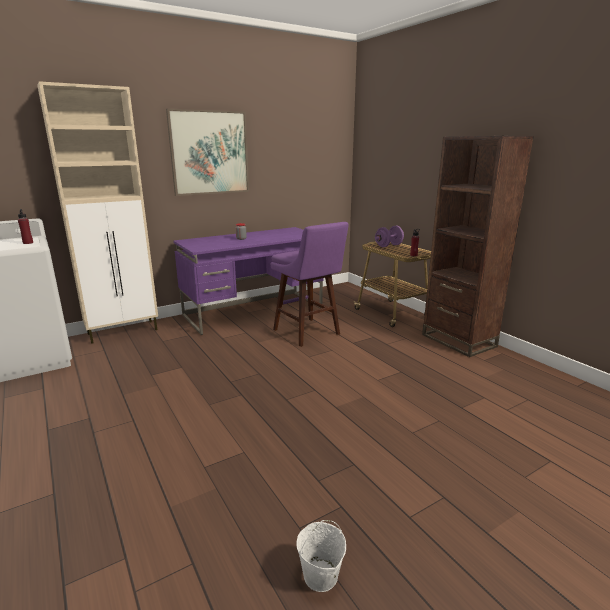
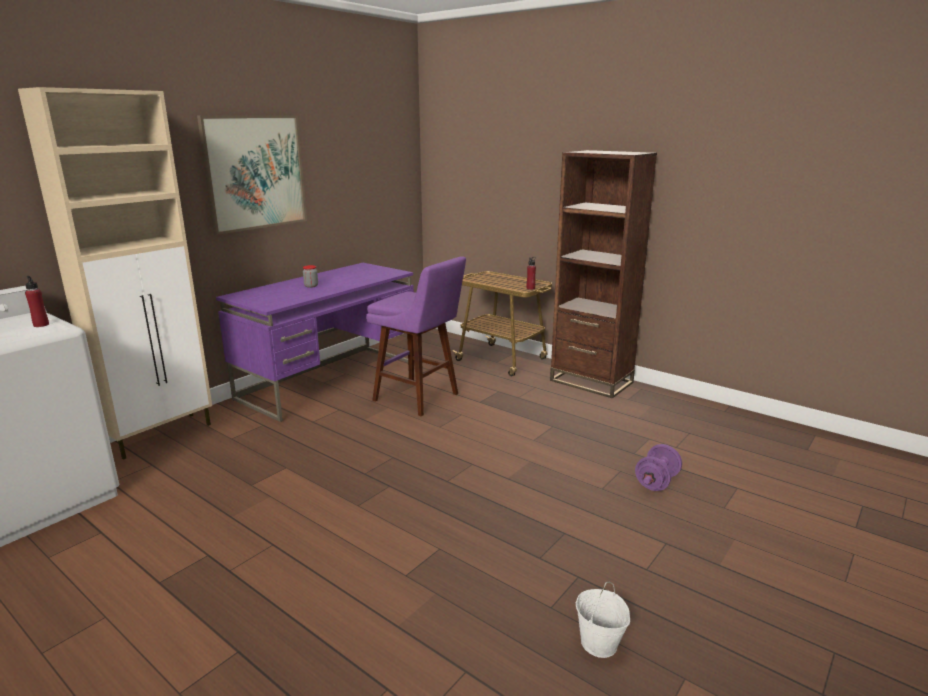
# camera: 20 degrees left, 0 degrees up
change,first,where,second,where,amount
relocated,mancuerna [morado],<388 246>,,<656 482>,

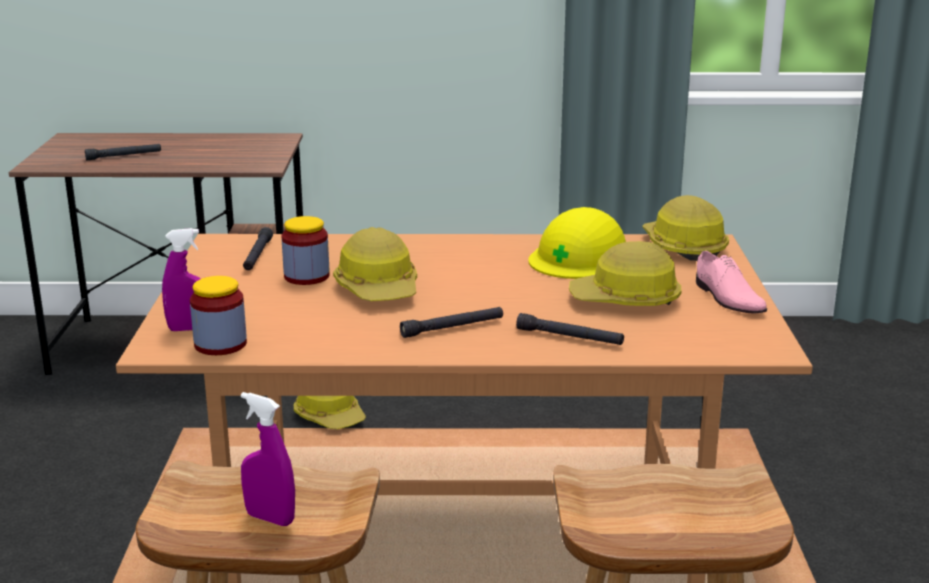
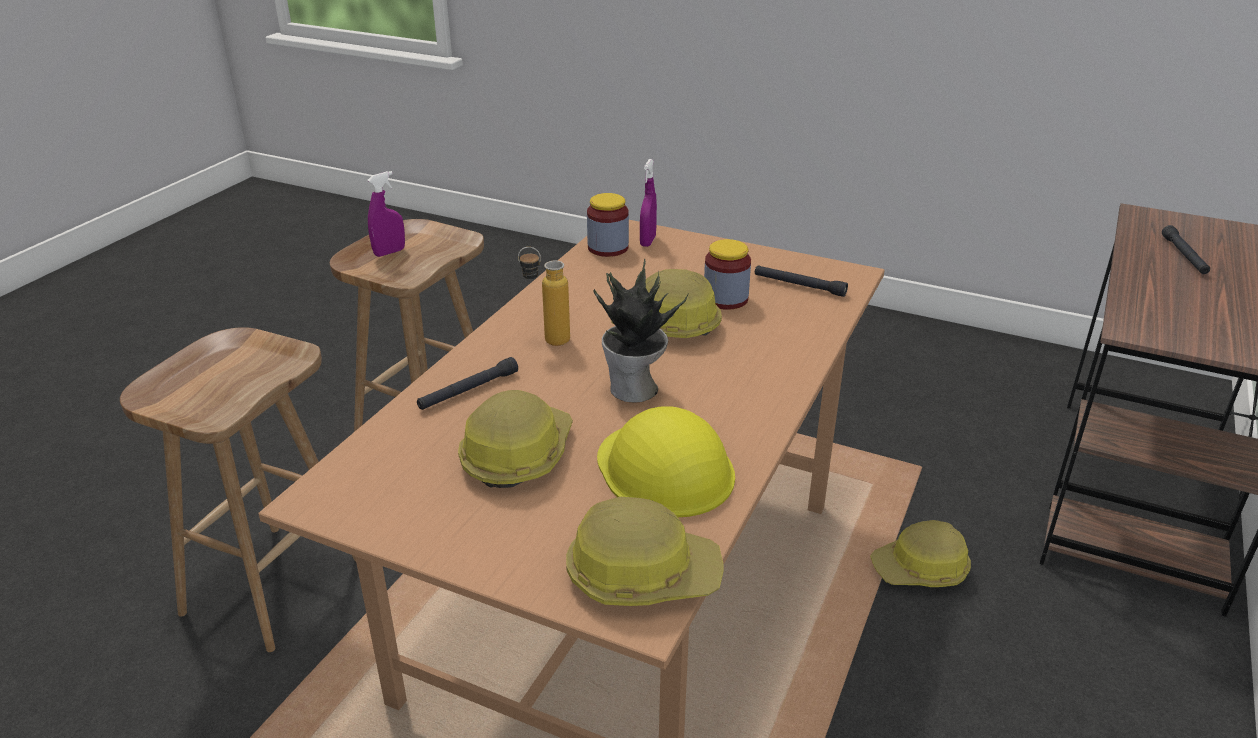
# camera: 115 degrees right, 10 degrees up
change,first,where,second,where,amount
exchanged,linterna [negro],<452 328>,botella,<546 340>,
missing,zapato [rosa],<727 298>,,,
appeared,,,planta en maceta,<634 390>,

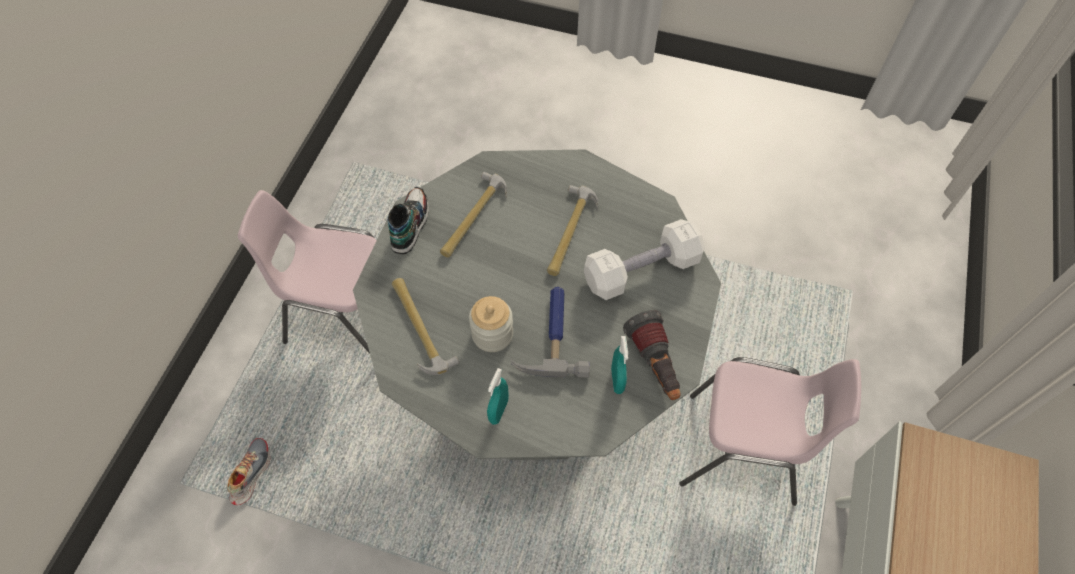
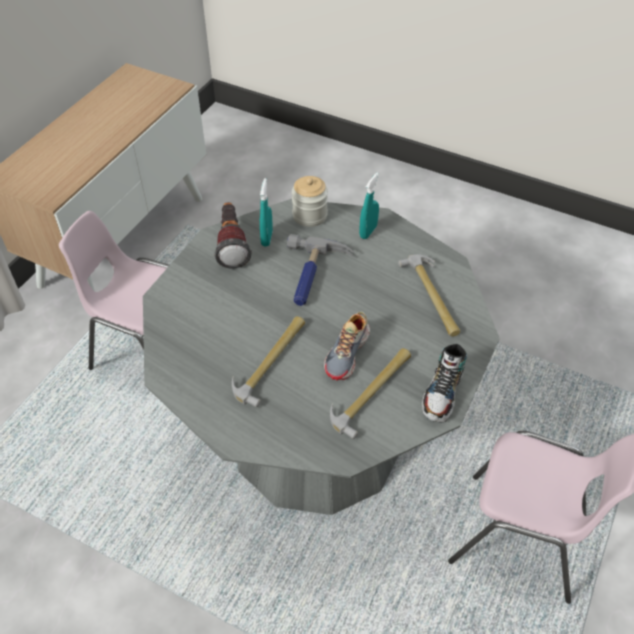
# camera: 170 degrees left, 10 degrees down
change,first,where,second,where,amount
relocated,zapato,<250 473>,,<348 353>,
relocated,tarro,<492 334>,,<310 215>,
missing,mancuerna [blanco],<641 270>,,,

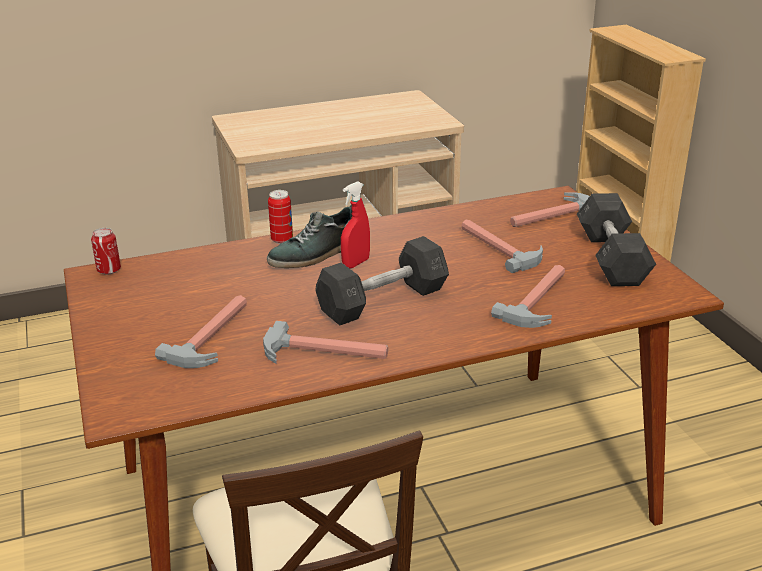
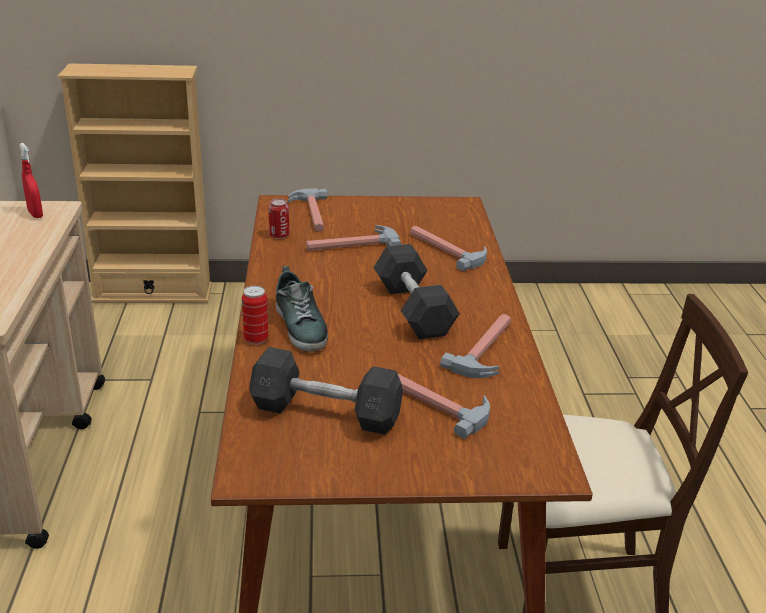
# camera: 75 degrees left, 0 degrees up
change,first,where,second,where,amount
relocated,lata,<109 270>,,<279 235>,
relocated,pulverizador [rojo],<356 263>,,<35 214>,
relocated,mancuerna [gris],<611 258>,,<326 412>,

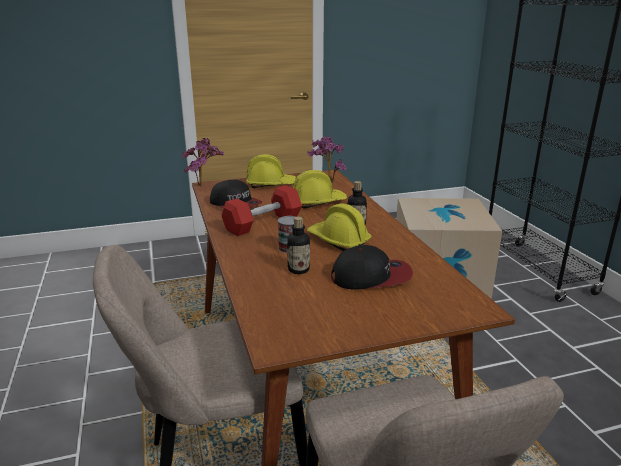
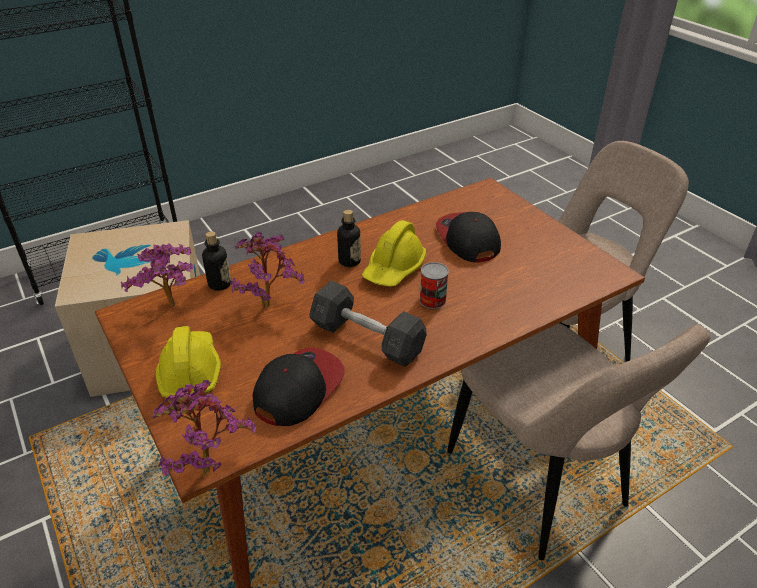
# camera: 105 degrees left, 15 degrees up
change,first,where,second,where,amount
colour,mancuerna [rojo],<263 223>,mancuerna [gris],<367 338>,
relocated,botella,<298 270>,,<220 284>,
exchanged,casco [amarillo],<318 202>,planta en maceta,<269 303>,

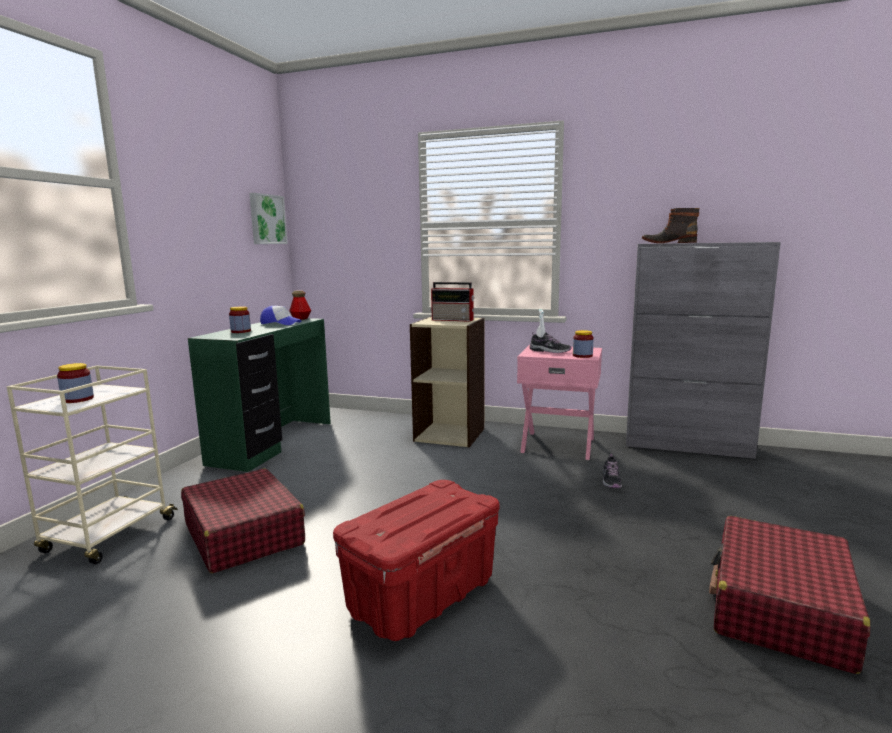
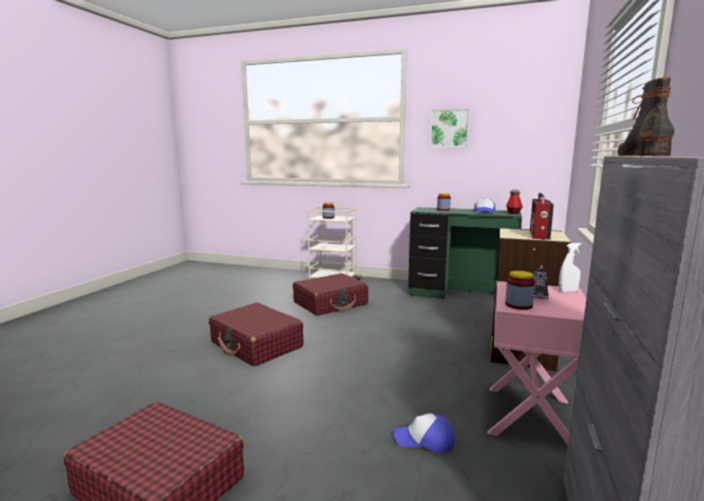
# camera: 90 degrees right, 0 degrees up
change,first,where,second,where,amount
relocated,cuadro,<266 219>,,<449 128>,
exchanged,caja de almacenaje [rojo],<422 595>,maleta [rojo],<256 345>,
exchanged,zapato,<611 480>,gorra,<424 440>,

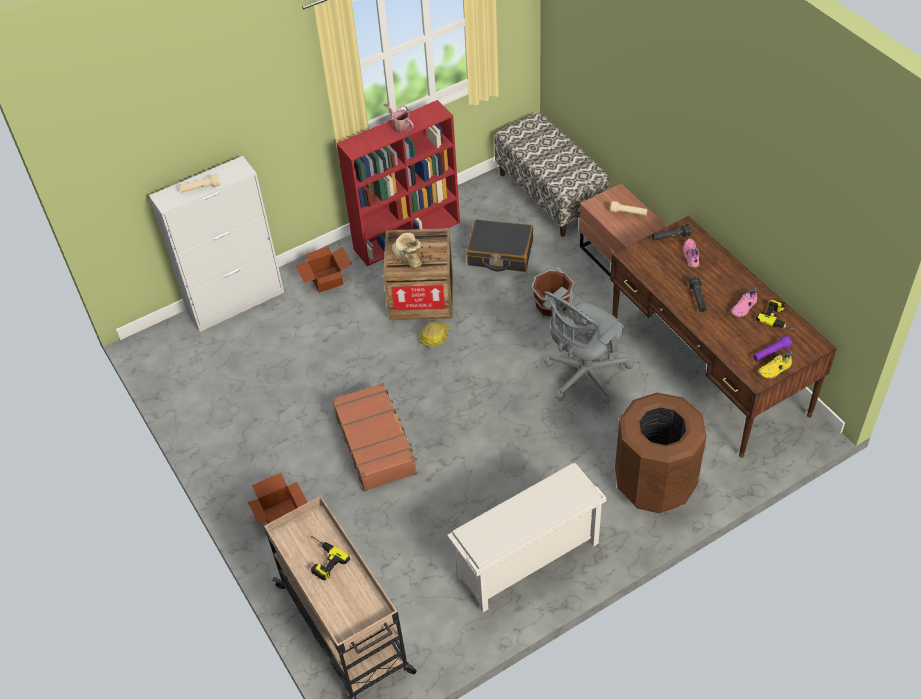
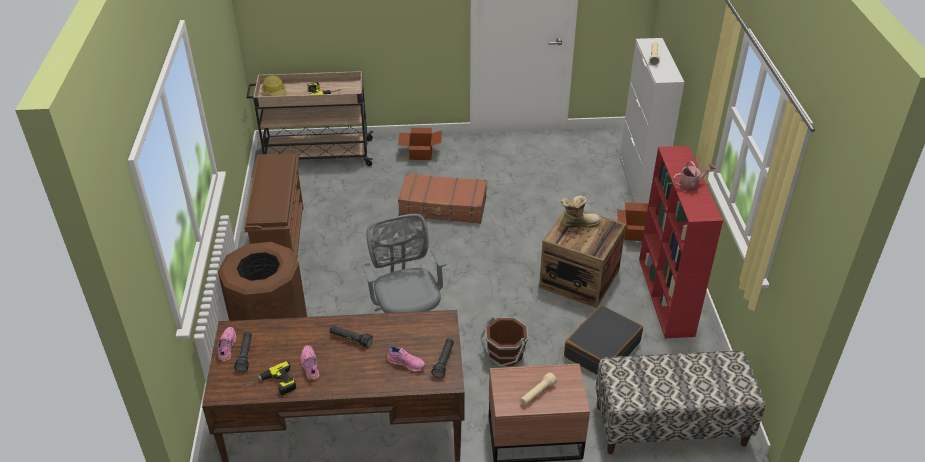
# camera: 115 degrees right, 10 degrees down
change,first,where,second,where,amount
relocated,casco,<434 336>,,<275 92>,
colour,zapatero [blanco],<527 561>,zapatero [marrón],<280 240>,
colour,linterna [morado],<770 353>,linterna [negro],<245 355>,
colour,zapato [amarillo],<775 370>,zapato [rosa],<226 347>,

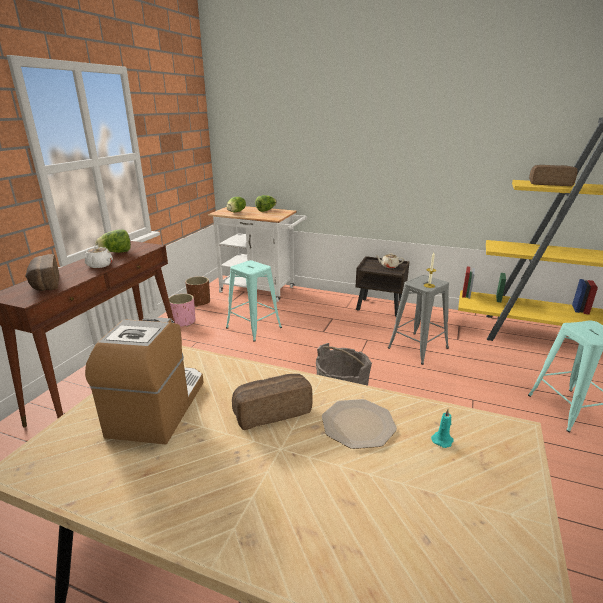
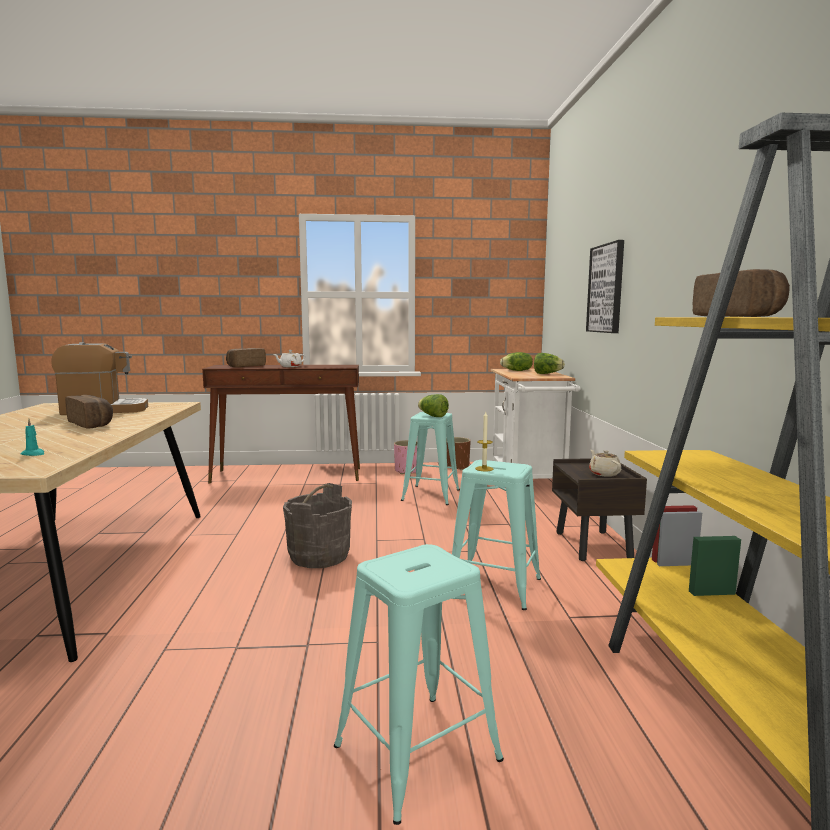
# camera: 65 degrees right, 15 degrees down
change,first,where,second,where,amount
relocated,lechuga,<116 252>,,<432 416>,
missing,plato,<358 425>,,,
colour,taburete [gris],<418 348>,taburete [turquesa],<494 586>,
appeared,,,cuadro,<606 288>,

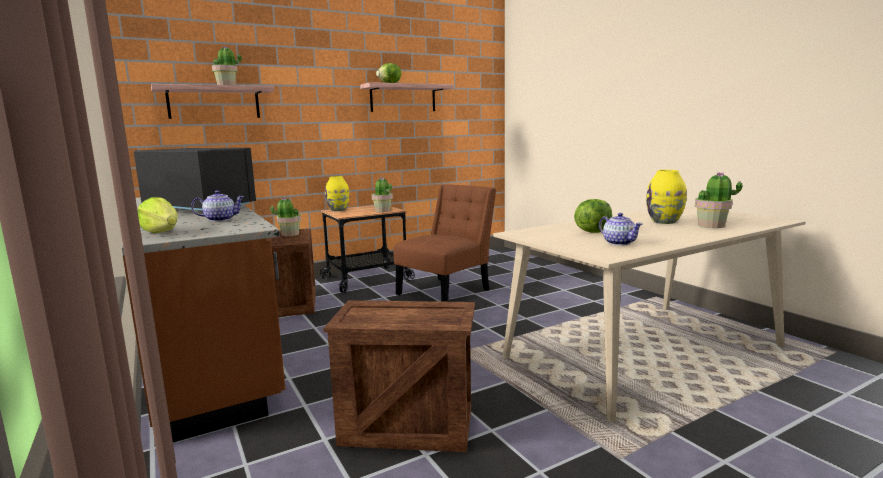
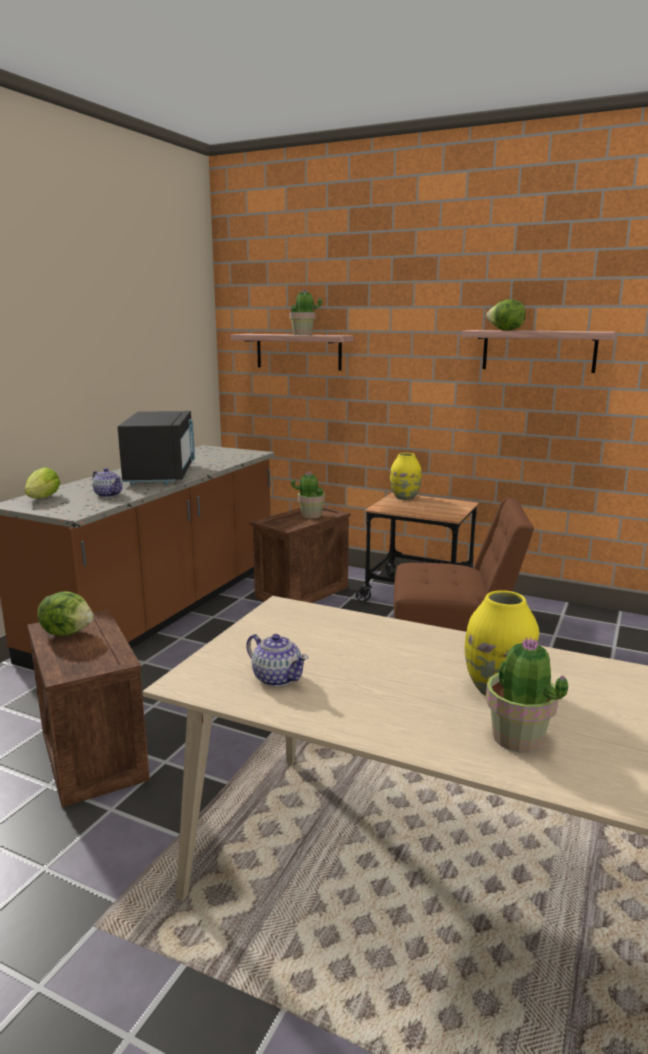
# camera: 55 degrees right, 5 degrees up
change,first,where,second,where,amount
missing,planta en maceta,<382 211>,,,
relocated,lechuga,<592 232>,,<68 632>,
spun,tetera,<619 243>,,<277 678>,75 degrees counterclockwise

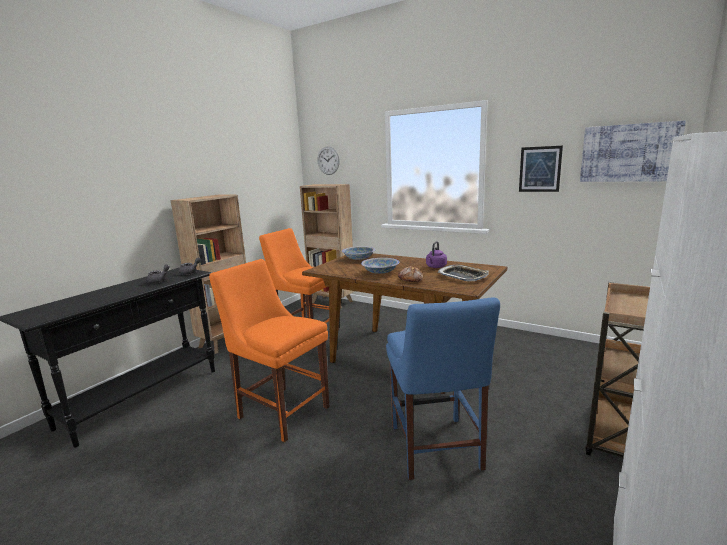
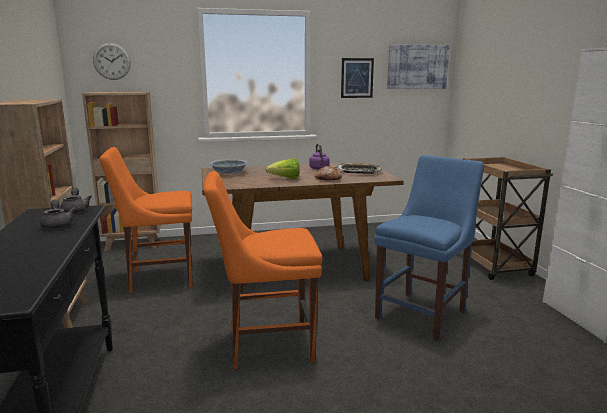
# camera: 45 degrees left, 0 degrees up
change,first,where,second,where,amount
exchanged,cuenco,<380 272>,lechuga,<285 179>,
spun,silla [azul],<436 450>,,<423 313>,90 degrees counterclockwise

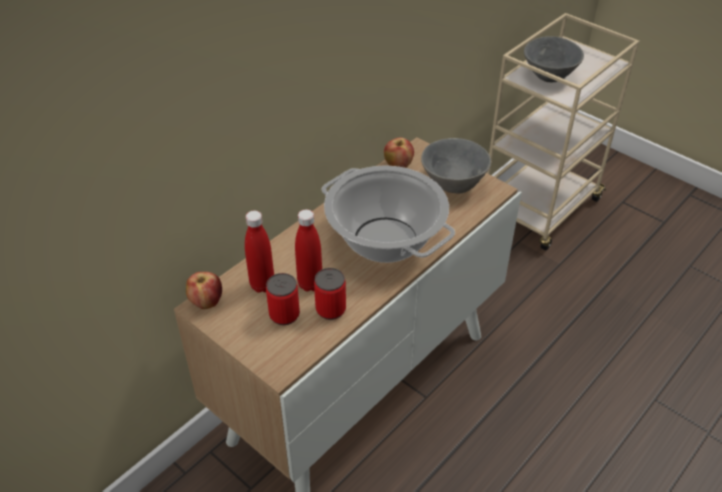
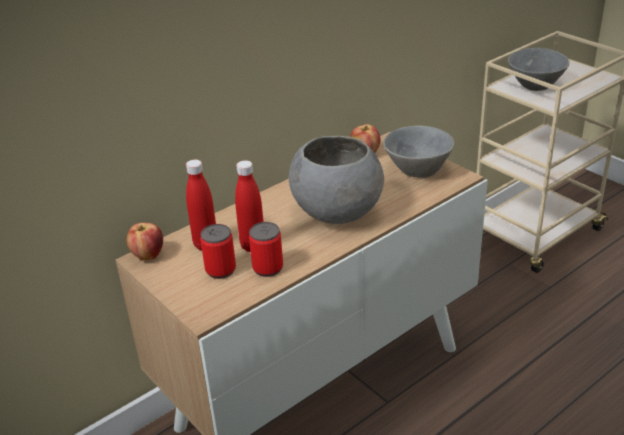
# camera: 10 degrees right, 10 degrees down
change,first,where,second,where,amount
exchanged,olla,<384 240>,cuenco [gris],<336 213>,

